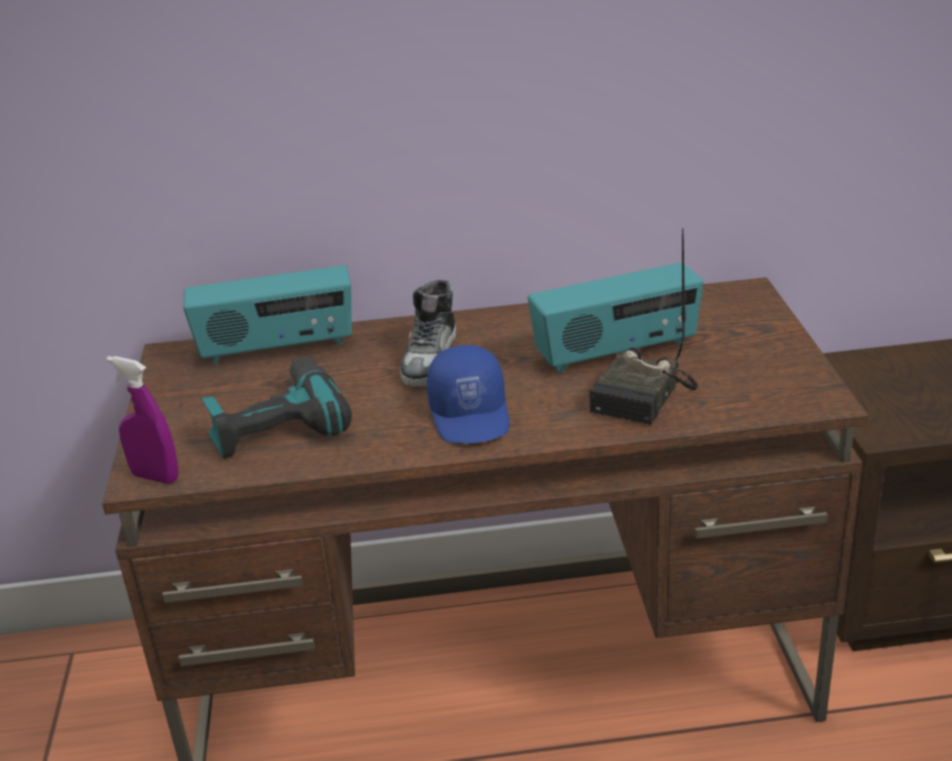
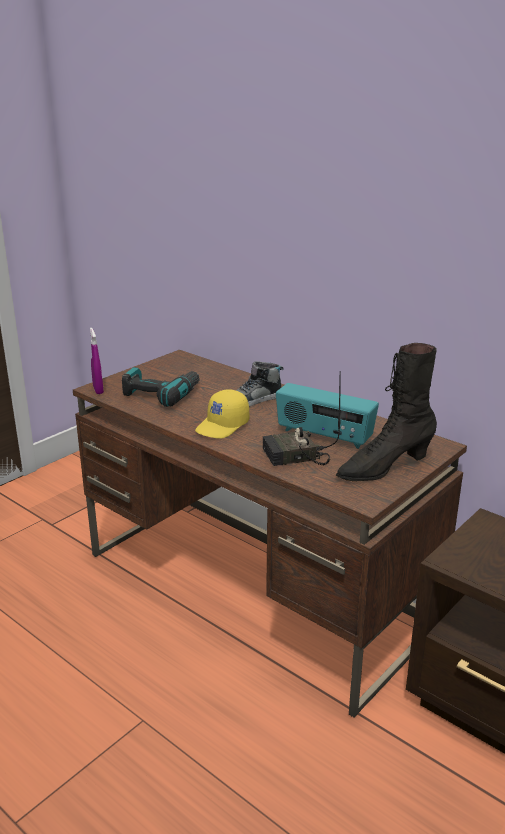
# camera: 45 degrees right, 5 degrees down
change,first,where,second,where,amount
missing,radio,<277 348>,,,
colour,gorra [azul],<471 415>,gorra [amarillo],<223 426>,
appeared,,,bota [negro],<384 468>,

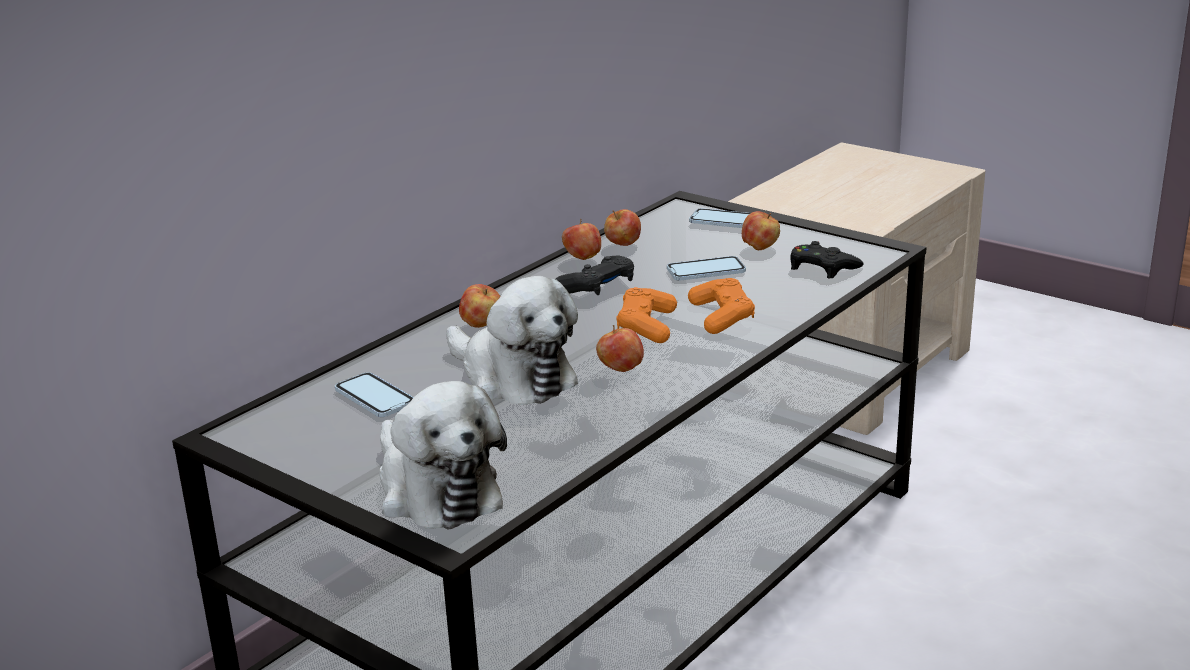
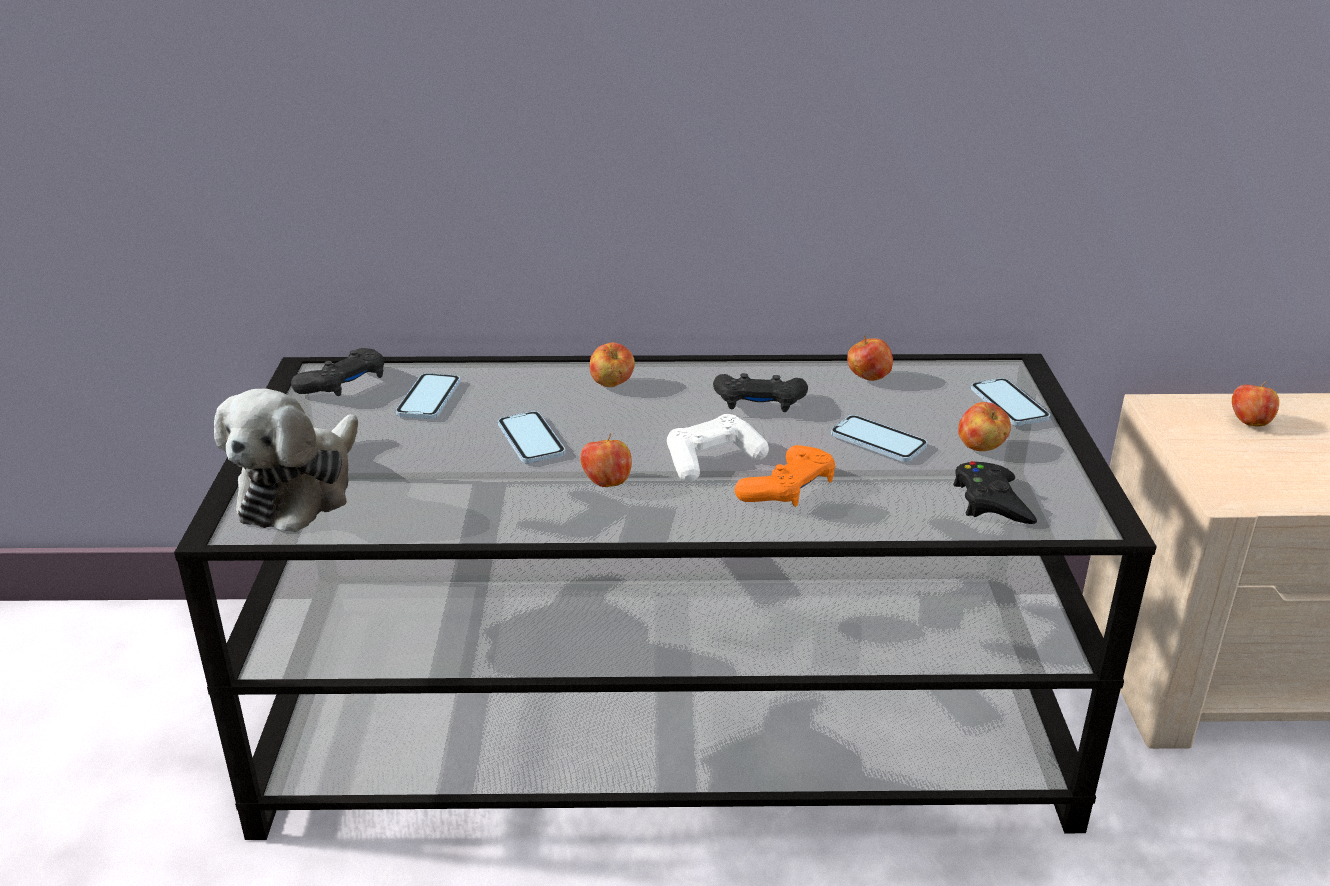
# camera: 50 degrees right, 5 degrees up
change,first,where,second,where,amount
exchanged,peluche,<513 377>,móvil,<531 440>,
relocated,manzana,<582 258>,,<1249 423>,
colour,mando de consola [naranja],<647 326>,mando de consola [blanco],<712 460>,
appeared,,,mando de consola [negro],<344 385>,

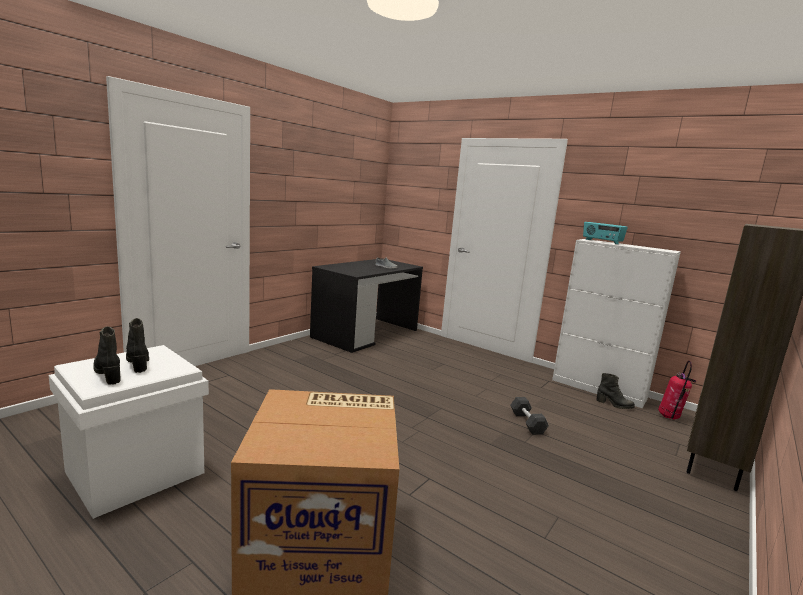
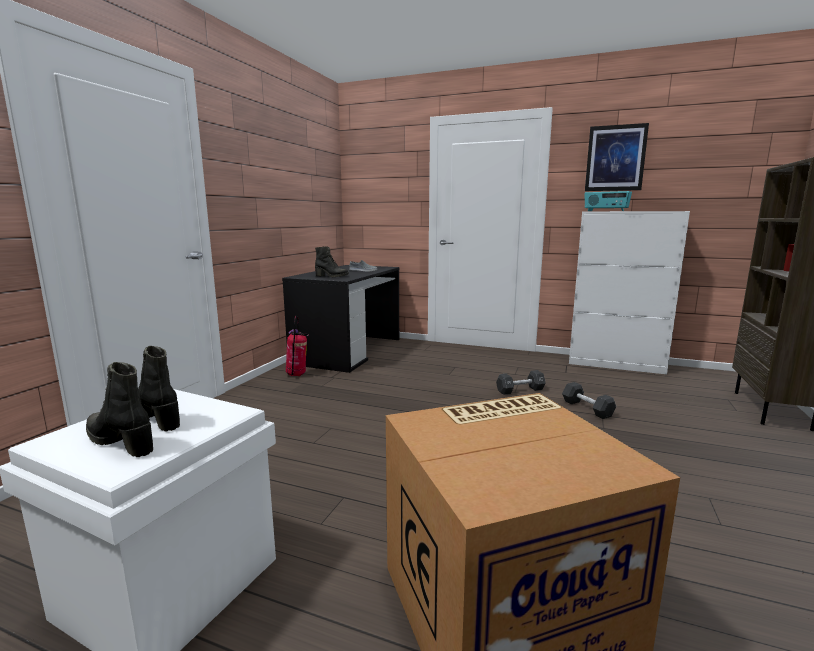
# camera: 15 degrees left, 0 degrees up
change,first,where,second,where,amount
relocated,bota [negro],<614 405>,,<331 276>,
relocated,extintor,<670 418>,,<297 375>,
appeared,,,mancuerna [negro],<520 390>,
appeared,,,cuadro,<615 158>,

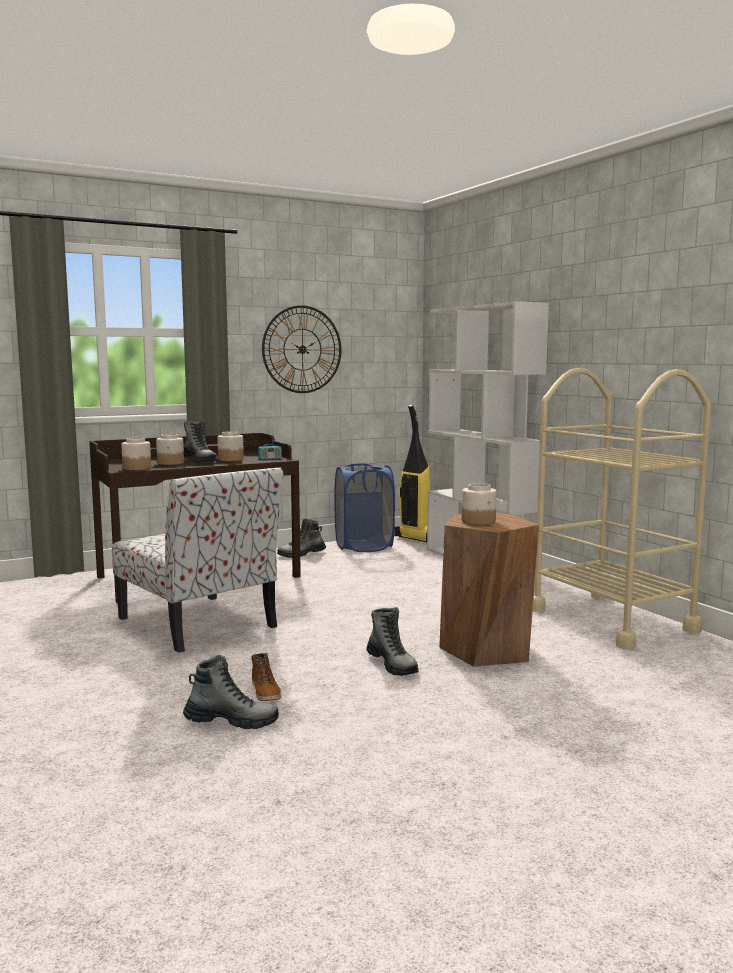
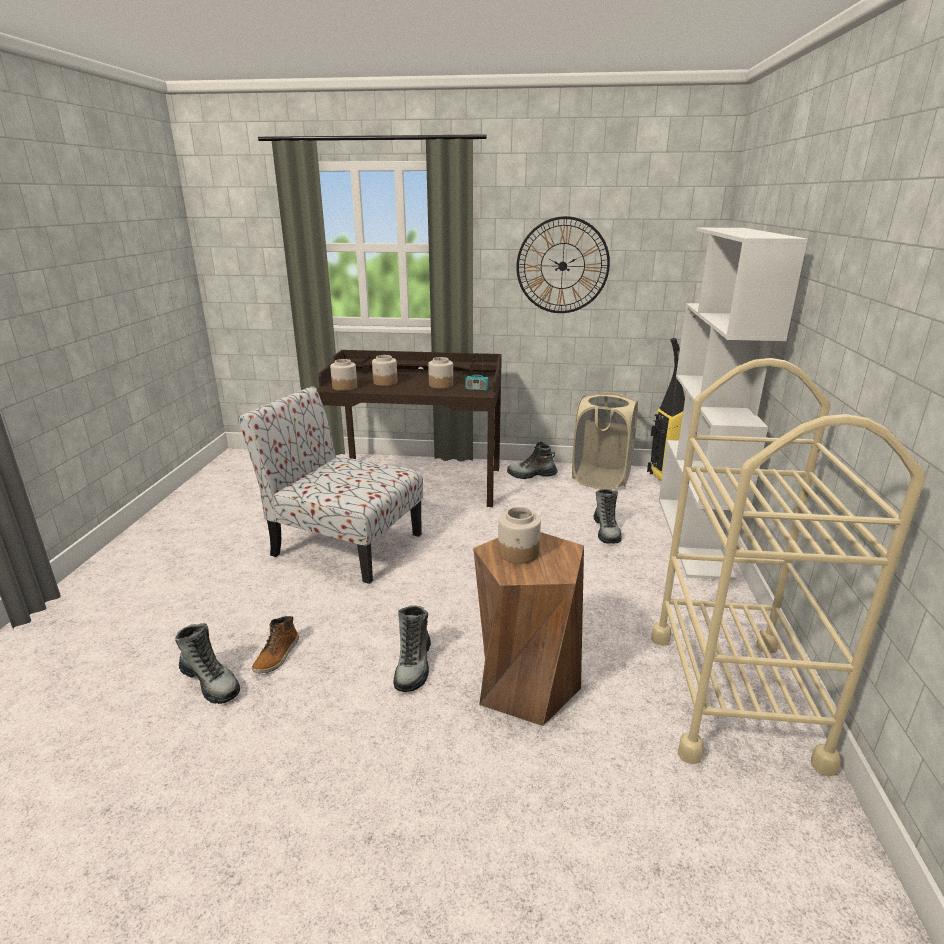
# camera: 35 degrees right, 15 degrees up
change,first,where,second,where,amount
spun,silla,<199 624>,,<344 544>,120 degrees clockwise
relocated,bota,<200 461>,,<606 531>,
colour,cesto de la ropa [azul],<364 546>,cesto de la ropa [beis],<600 479>,

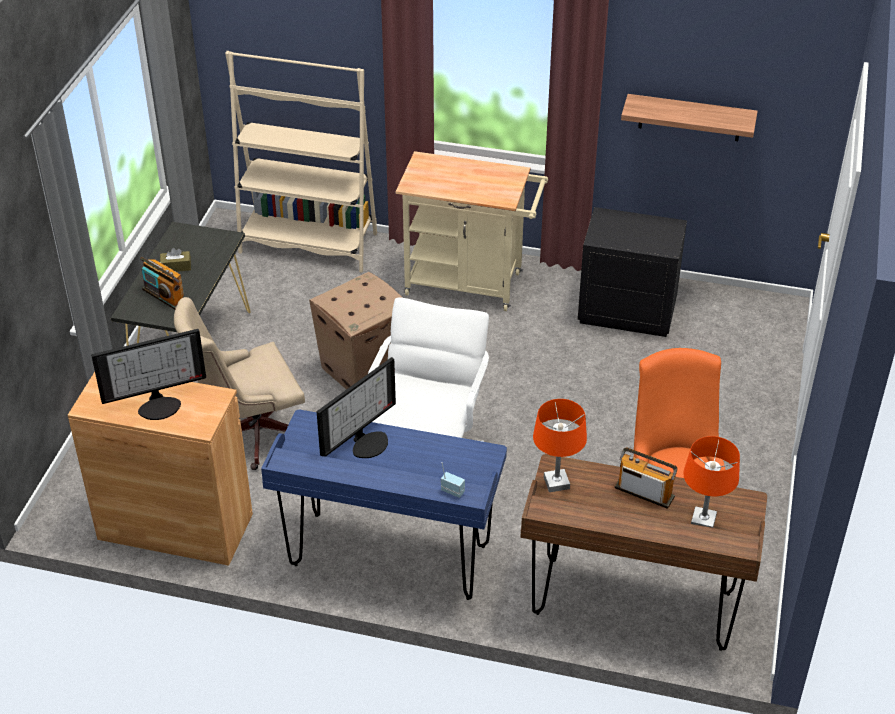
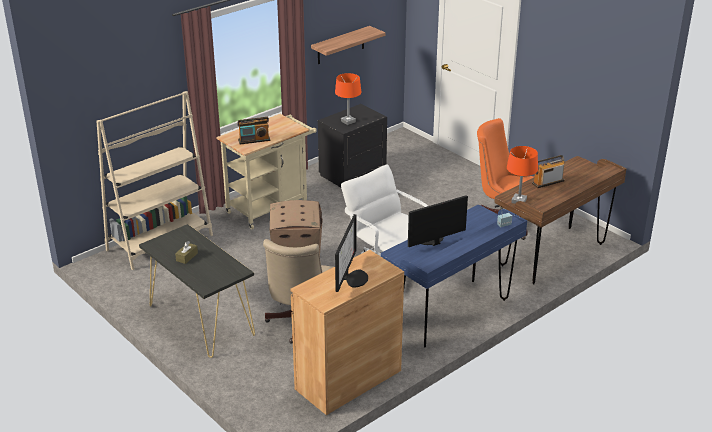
# camera: 55 degrees left, 10 degrees down
change,first,where,second,where,amount
relocated,radio,<164 296>,,<254 140>,
spun,monitor,<367 442>,,<432 241>,105 degrees counterclockwise
relocated,lámpara de mesa [naranja],<703 522>,,<348 121>,

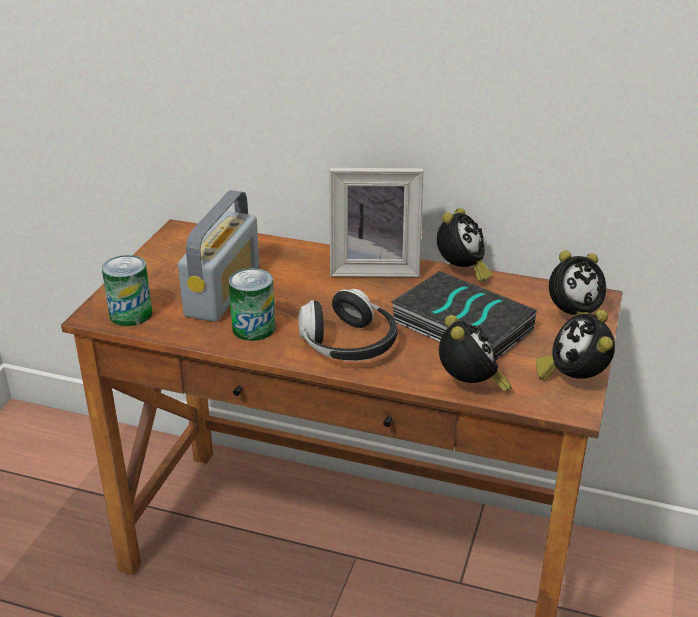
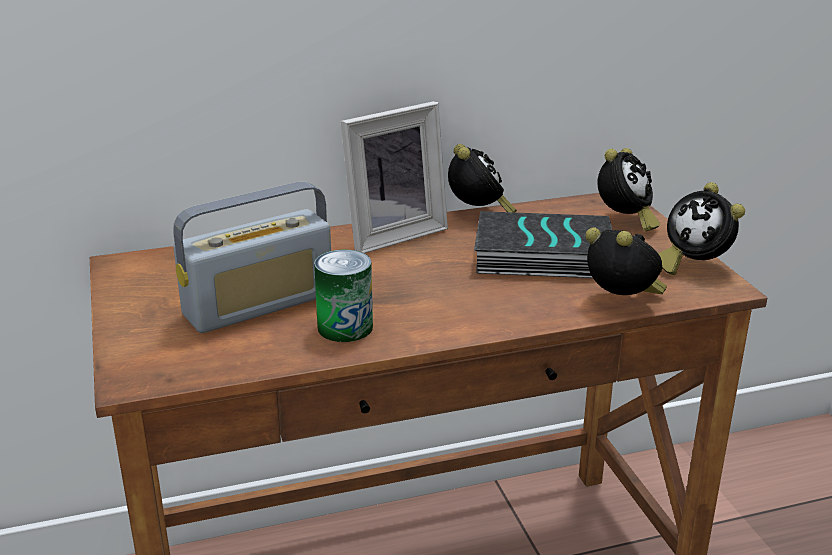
# camera: 35 degrees left, 5 degrees down
change,first,where,second,where,amount
missing,lata,<131 314>,,,
spun,radio,<223 291>,,<259 305>,75 degrees clockwise
missing,auriculares,<348 345>,,,

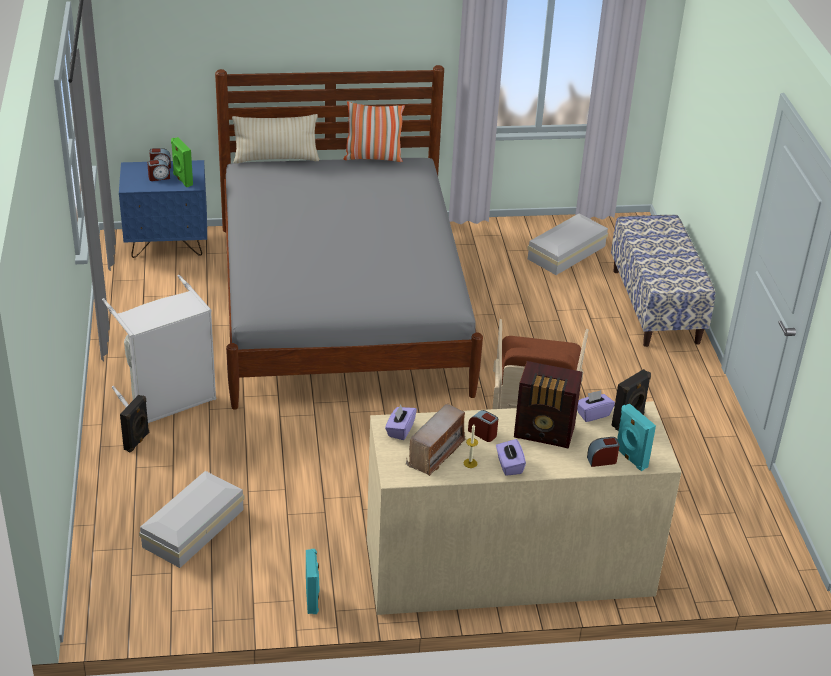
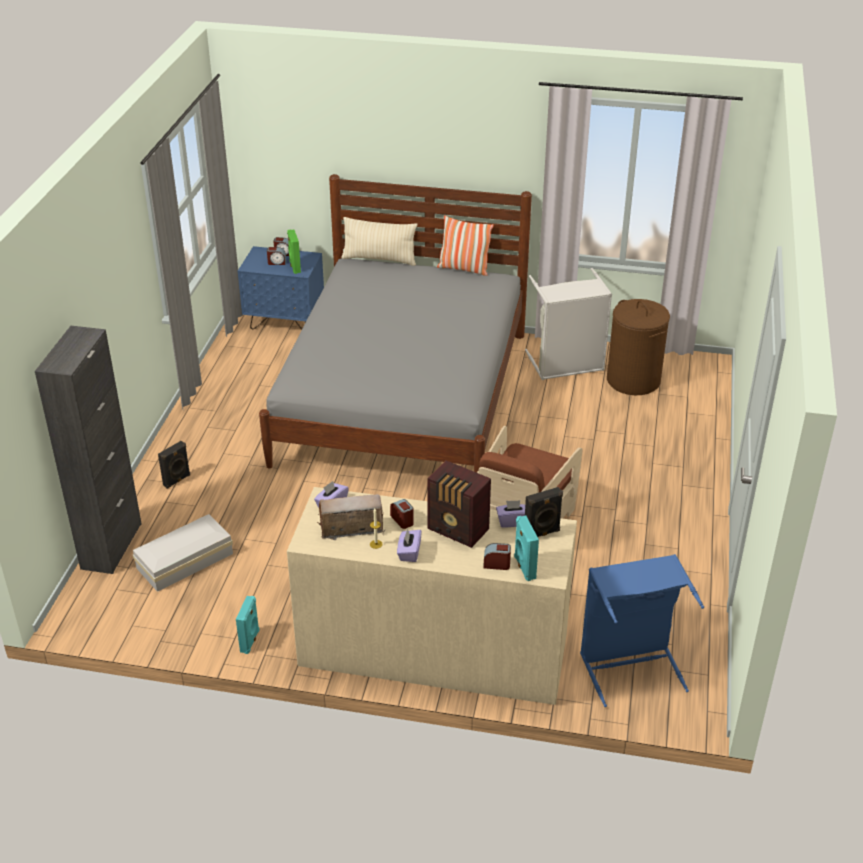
# camera: 20 degrees right, 0 degrees up
change,first,where,second,where,amount
relocated,cesto de la ropa [gris],<168 400>,,<566 365>,
spun,radio,<436 453>,,<351 529>,150 degrees counterclockwise
exchanged,caja de almacenaje [blanco],<568 252>,cesto de la ropa [marrón],<633 380>,
missing,banco,<656 306>,,,
appeared,,,armario [negro],<111 546>,
appeared,,,cesto de la ropa [azul],<629 664>,

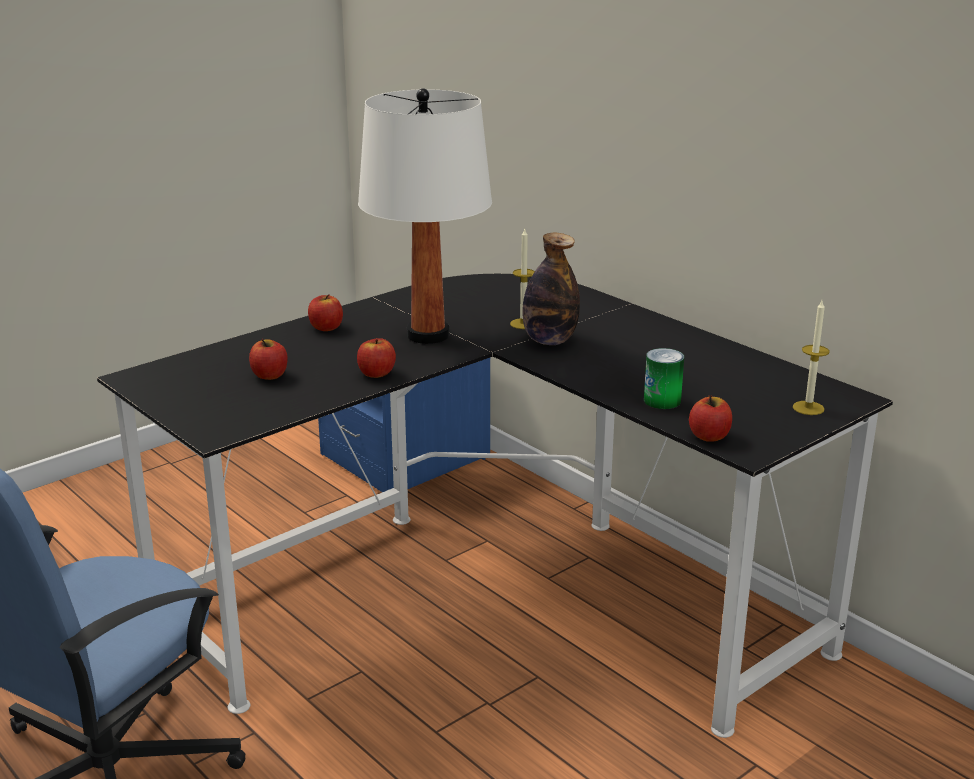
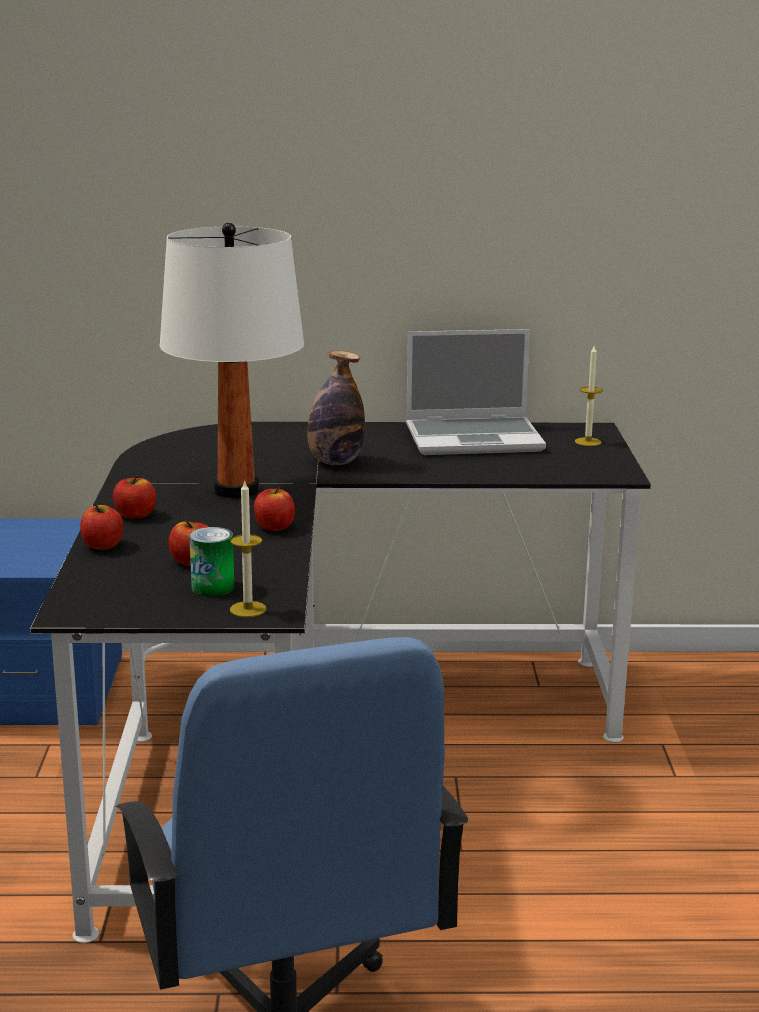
# camera: 50 degrees left, 5 degrees down
change,first,where,second,where,amount
relocated,vela,<523 324>,,<248 609>,
relocated,lata,<662 400>,,<212 587>,
relocated,manzana,<709 436>,,<103 546>,
appeared,,,portátil,<475 438>,

